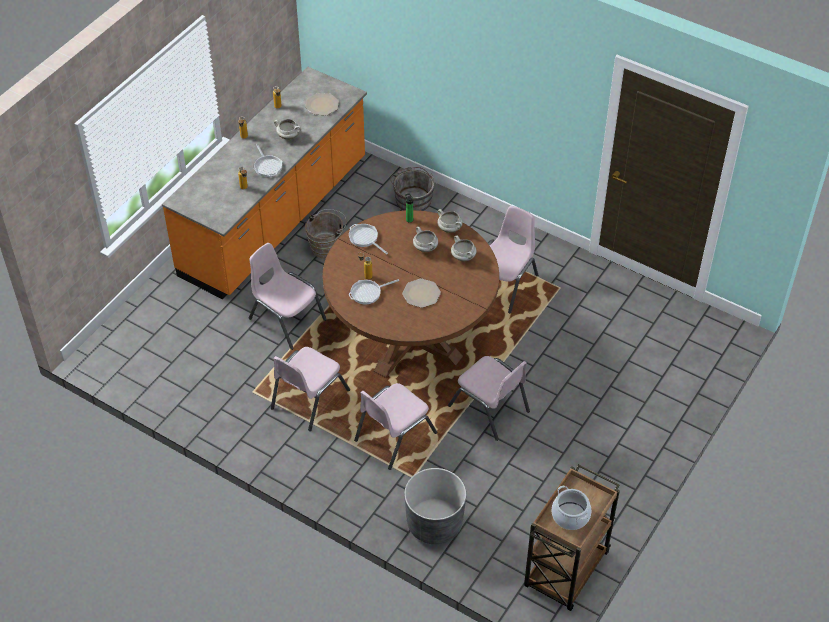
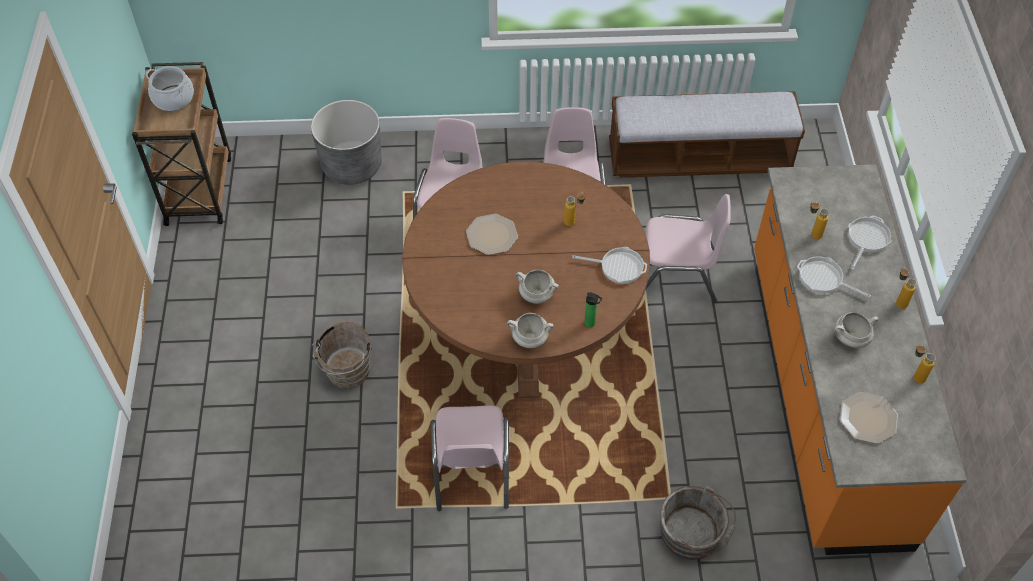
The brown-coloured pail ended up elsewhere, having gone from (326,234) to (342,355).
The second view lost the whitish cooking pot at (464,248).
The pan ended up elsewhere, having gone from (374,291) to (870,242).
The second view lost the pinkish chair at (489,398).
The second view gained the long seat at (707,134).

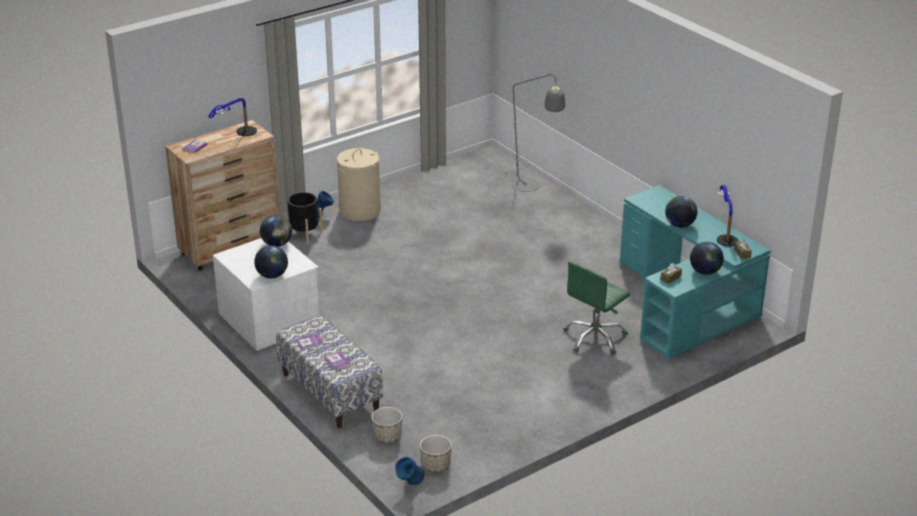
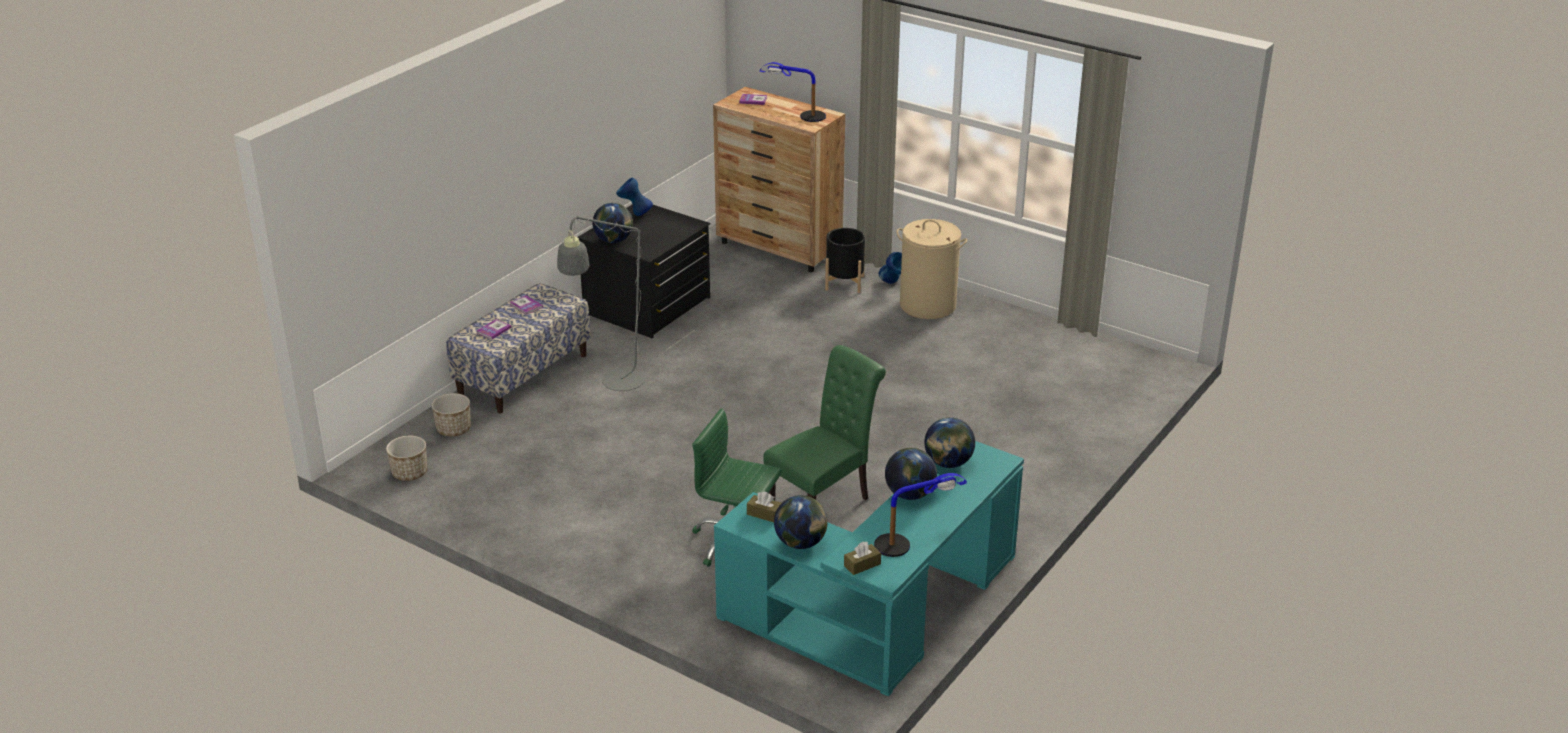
The greyish standing lamp ended up elsewhere, having gone from (523,132) to (626,303).
The globe ended up elsewhere, having gone from (276,231) to (949,442).
What was the whitish drawer chest at (266,294) turned into the blackish drawer chest at (644,271).
The blue decorative vase ended up elsewhere, having gone from (409,471) to (634,197).
The second view gained the green-coloured chair at (824,423).

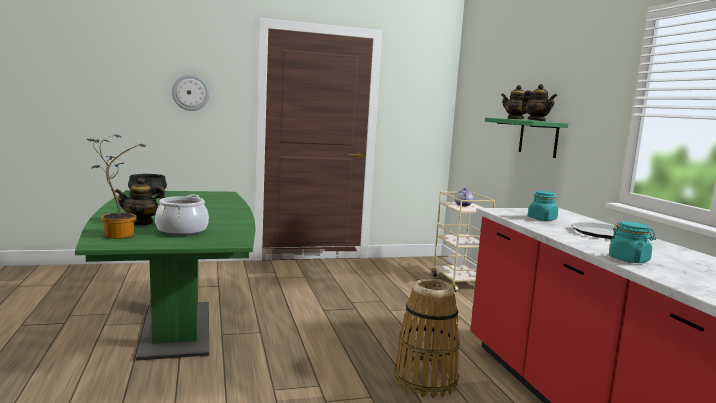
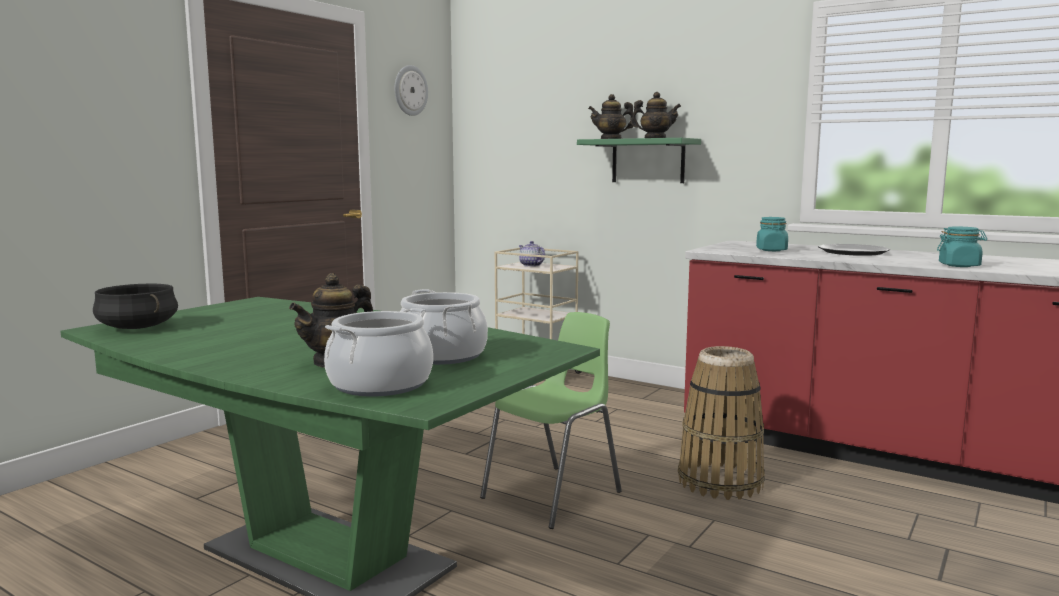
The wall clock ended up elsewhere, having gone from (190,92) to (411,90).
Where the potted plant stood at (117,187), the cooking pot came to stand at (378,352).
The second view gained the green-coloured chair at (551,420).

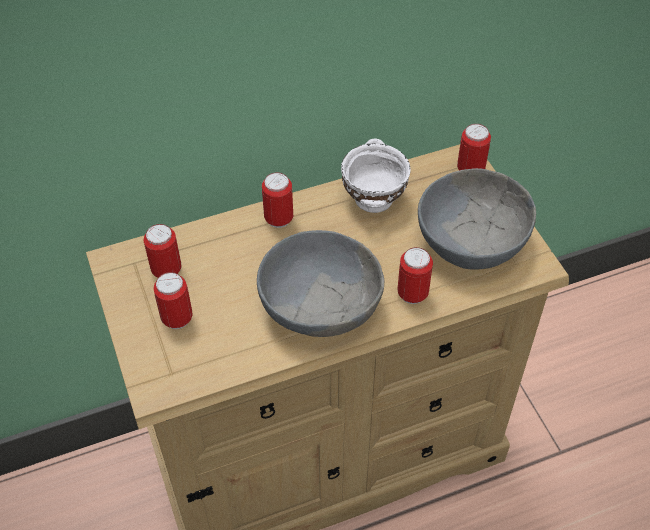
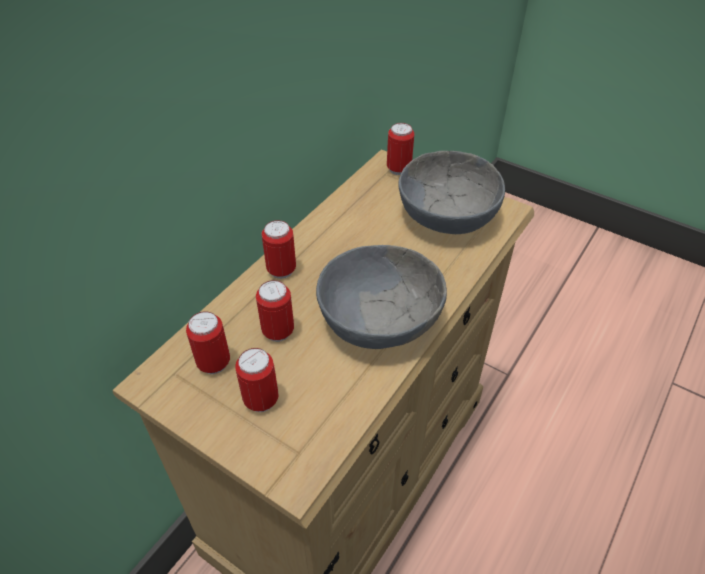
The second view lost the whitish serving bowl at (376,175).
The sealed can ended up elsewhere, having gone from (415,275) to (275,311).

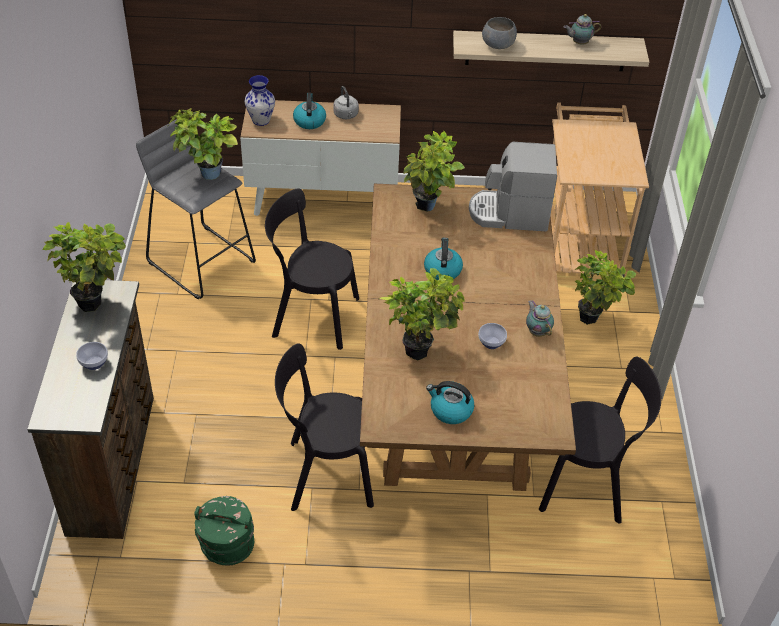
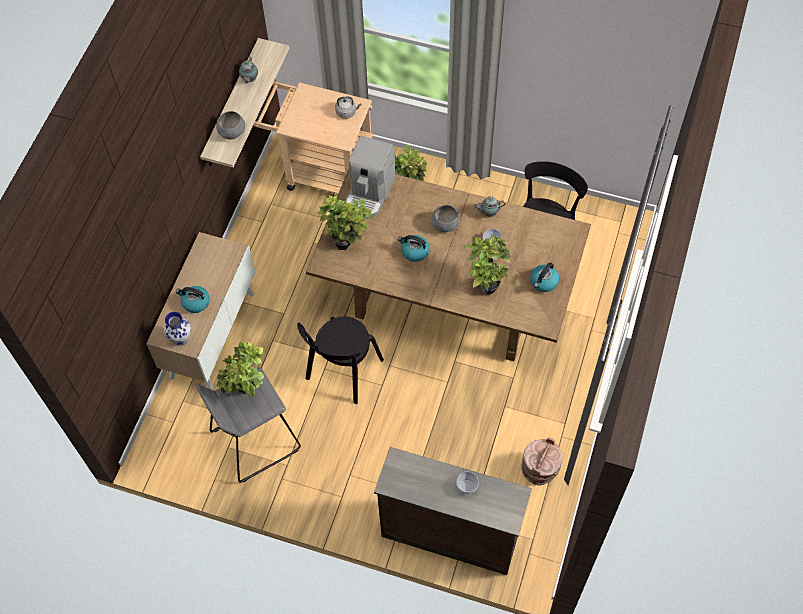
The greyish water kettle ended up elsewhere, having gone from (346,102) to (348,108).
The second view lost the potted plant at (84,267).
The second view lost the blackish chair at (324,427).
What was the green-coloured pail at (224,530) turned into the brown-coloured pail at (542,462).
The second view gained the greyish serving bowl at (446,218).

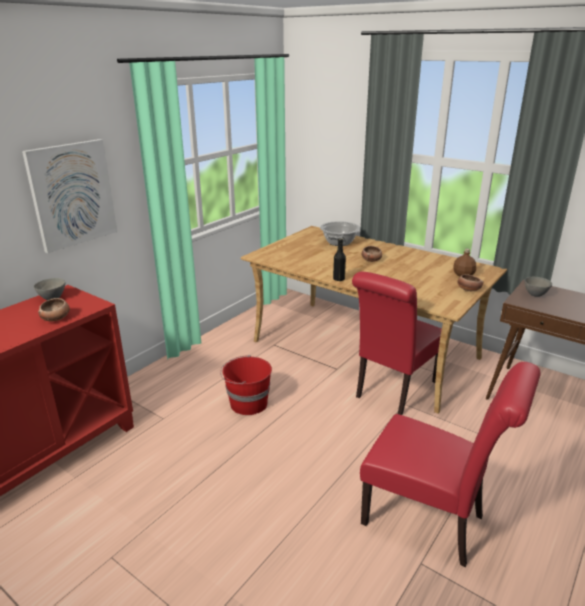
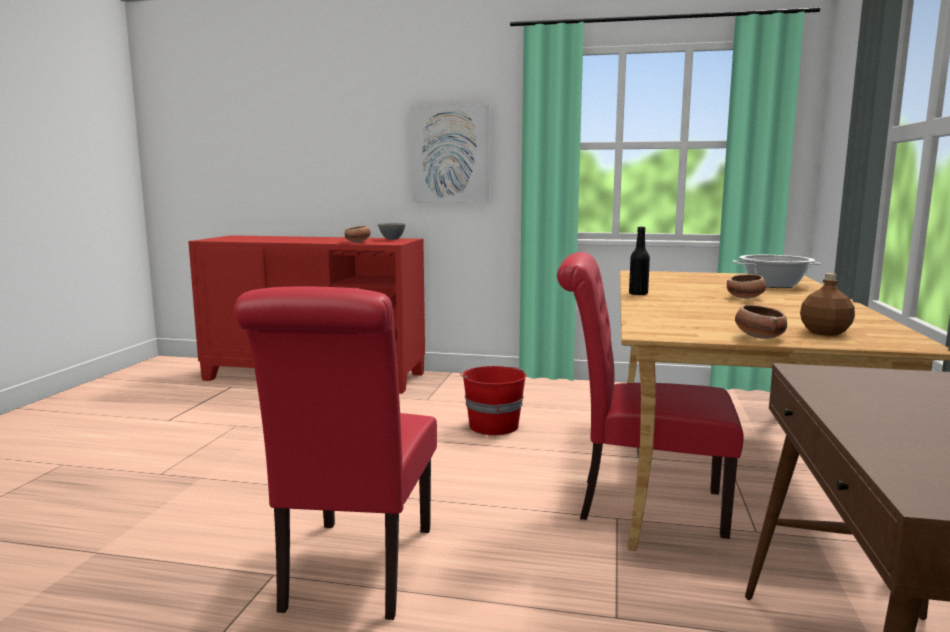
The second view lost the greyish serving bowl at (538,287).

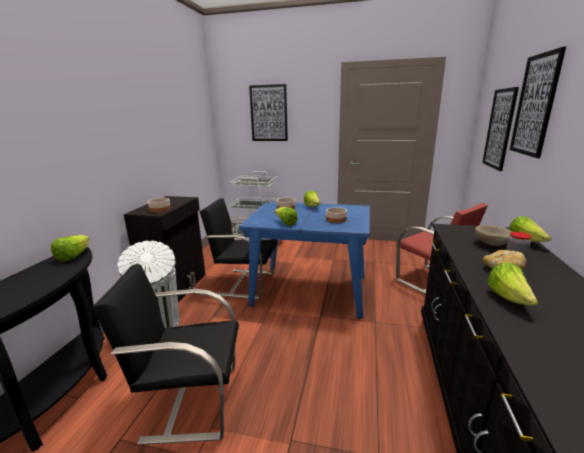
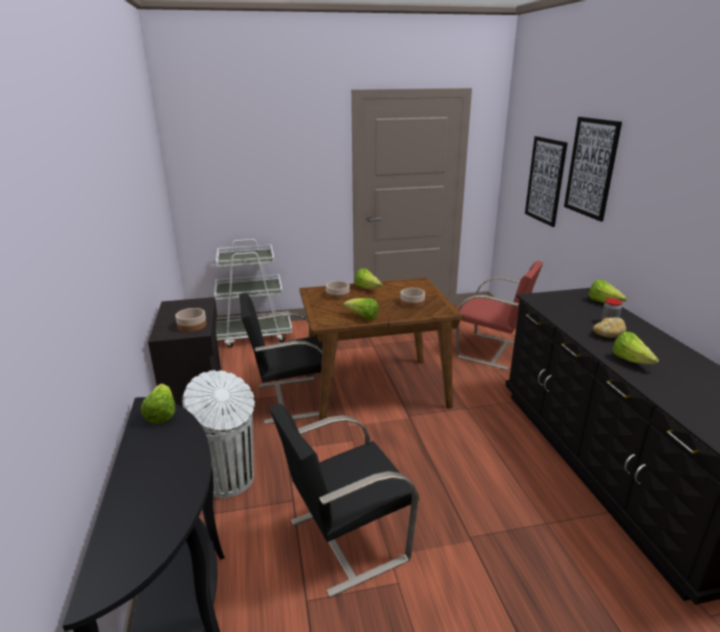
The second view lost the wall picture at (268,112).
What was the blue dinner table at (304,260) turned into the brown-coloured dinner table at (381,349).
The second view lost the beige serving bowl at (493,235).

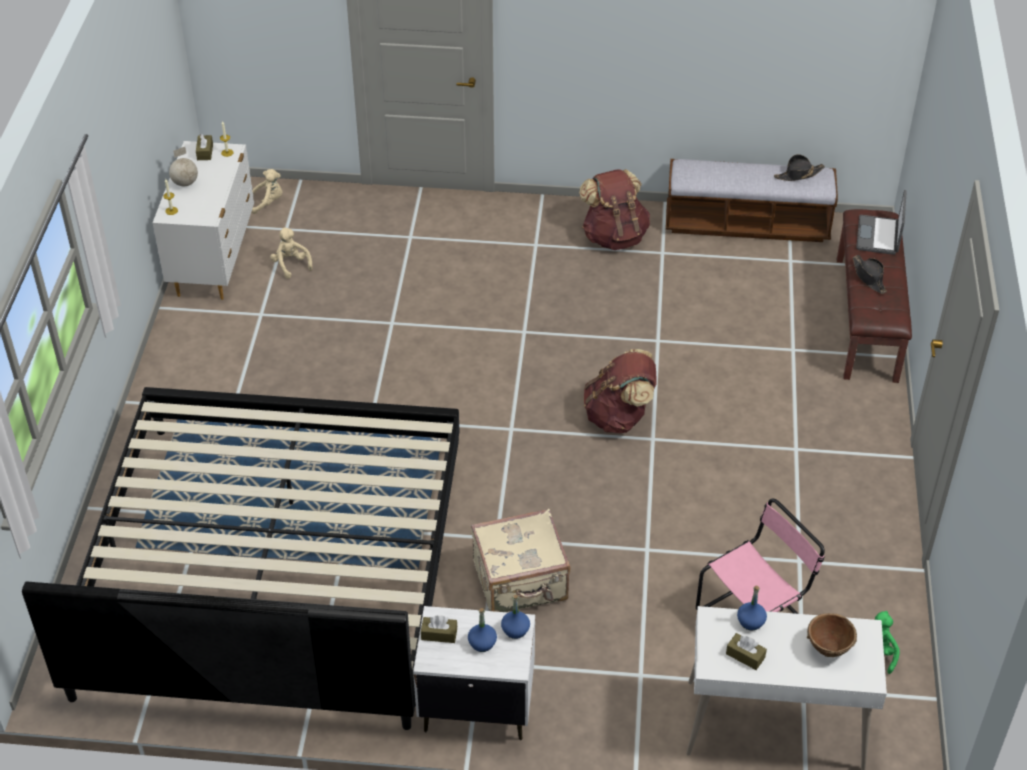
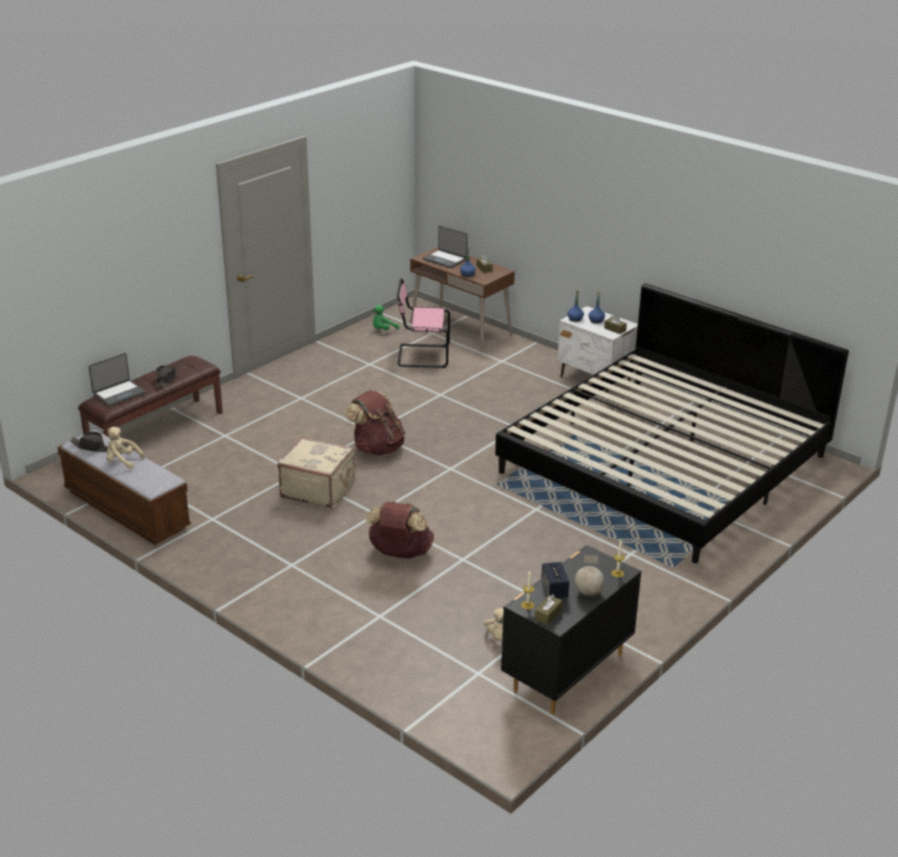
What was the whitish drawer chest at (203,220) turned into the blackish drawer chest at (571,630).
The beige soft toy ended up elsewhere, having gone from (267,191) to (125,448).
The brown-coloured rucksack ended up elsewhere, having gone from (614,209) to (400,530).
The beige travel case ended up elsewhere, having gone from (520,560) to (316,473).
What was the whitish desk unit at (786,688) turned into the brown-coloured desk unit at (462,299).
Where the brown-coloured serving bowl stood at (832,635), the laptop came to stand at (445,246).
The second view gained the audio speaker at (555,580).

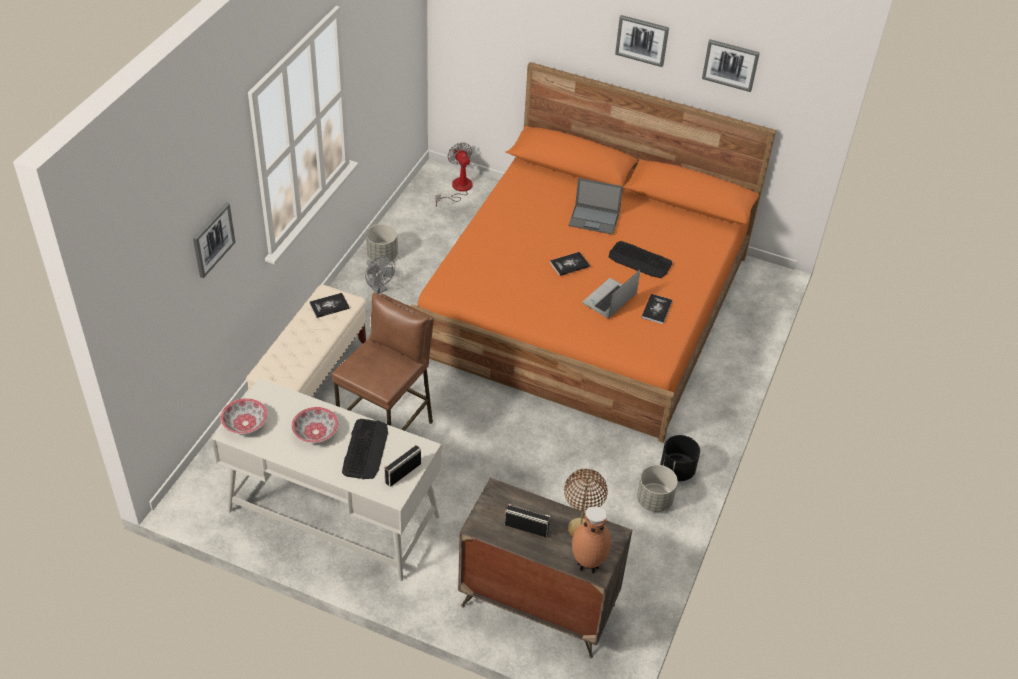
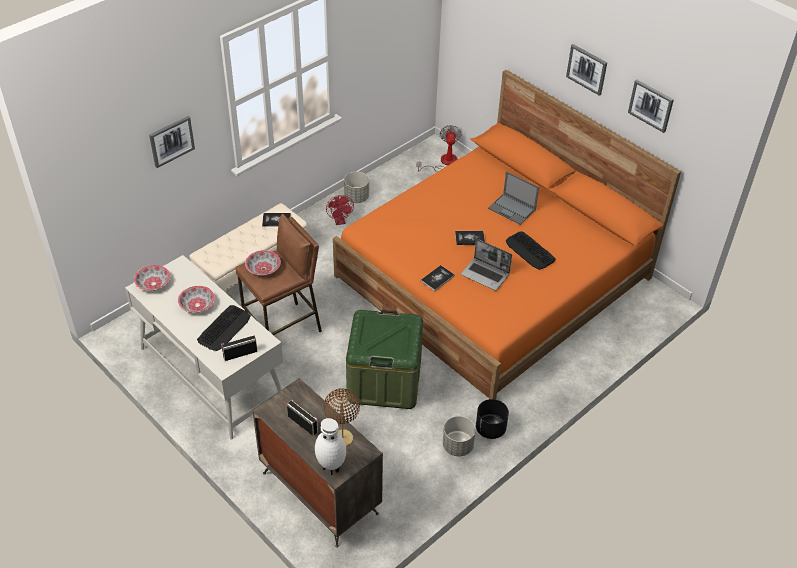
What was the greyish electric fan at (380,275) turned into the red-coloured electric fan at (340,210).
The laptop at (611,294) ended up facing another way, 120 degrees counterclockwise from before.
The book ended up elsewhere, having gone from (656,309) to (438,278).
What was the brown-coloured decorative vase at (591,540) turned into the whitish decorative vase at (330,446).
The second view gained the serving bowl at (263,263).
The second view gained the green-coloured storage bin at (384,359).

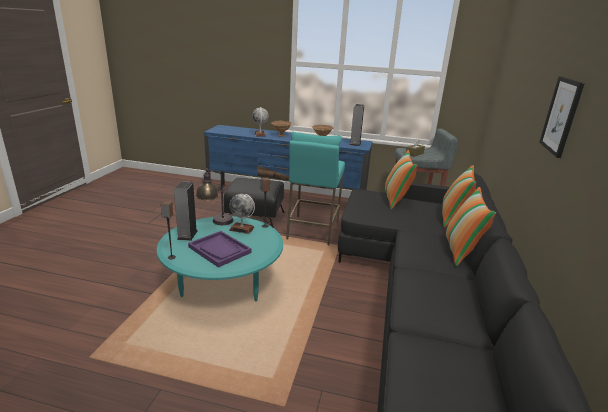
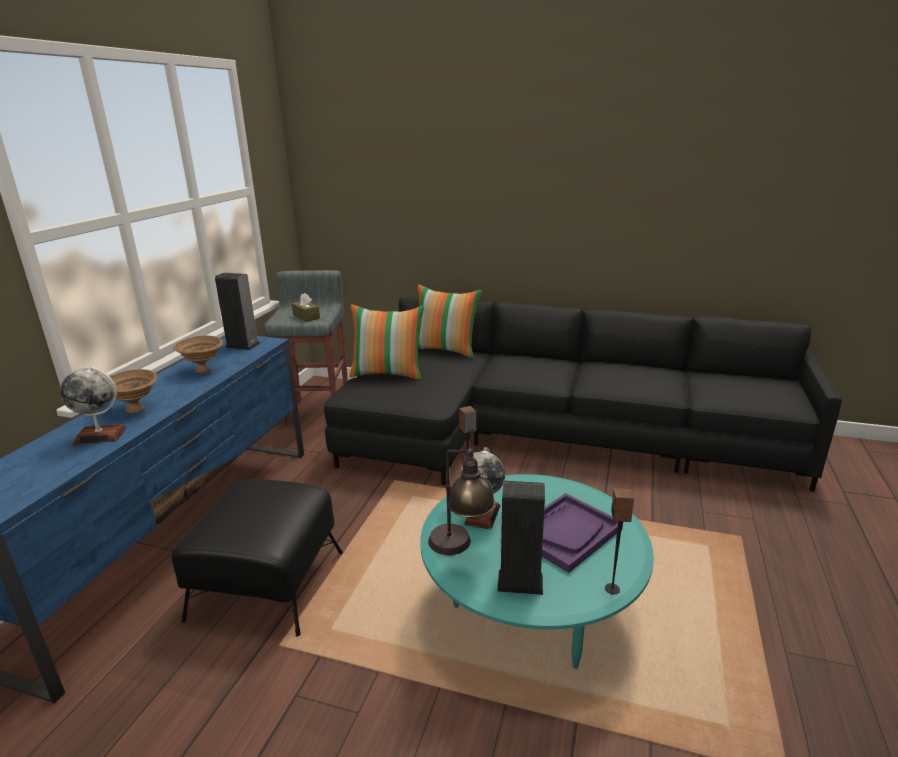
The second view lost the wall picture at (562,117).
The second view lost the turquoise sitting stool at (315,188).
The second view lost the pillow at (471,227).

